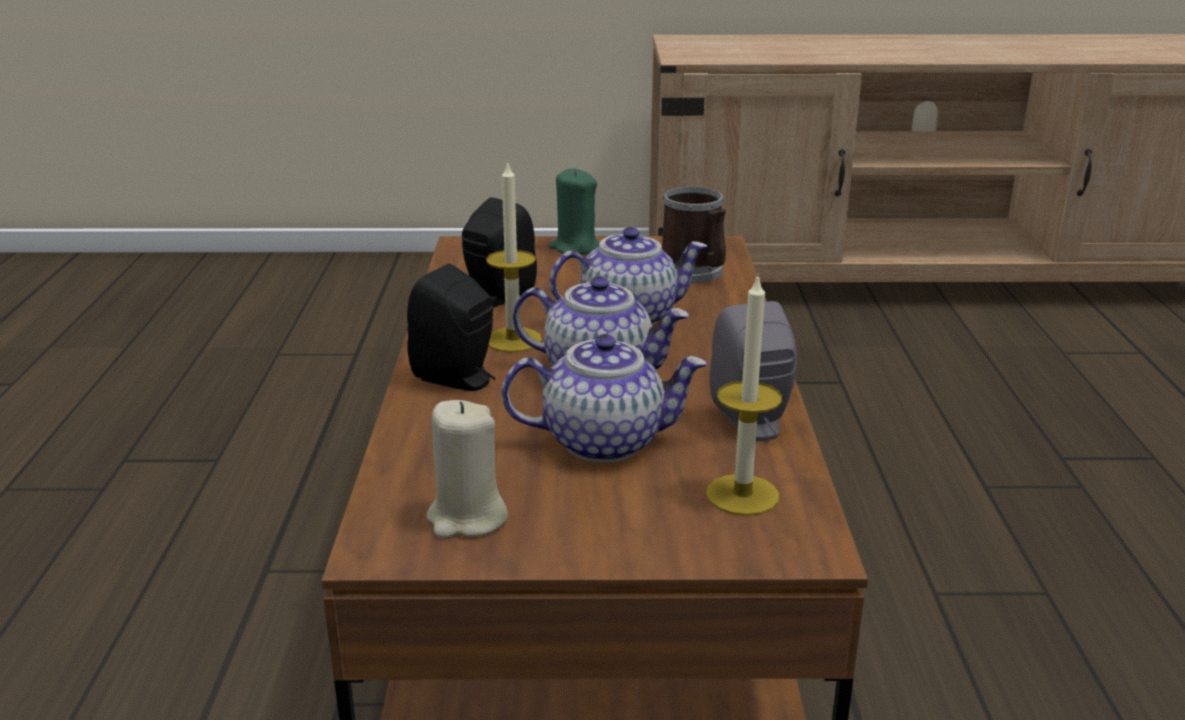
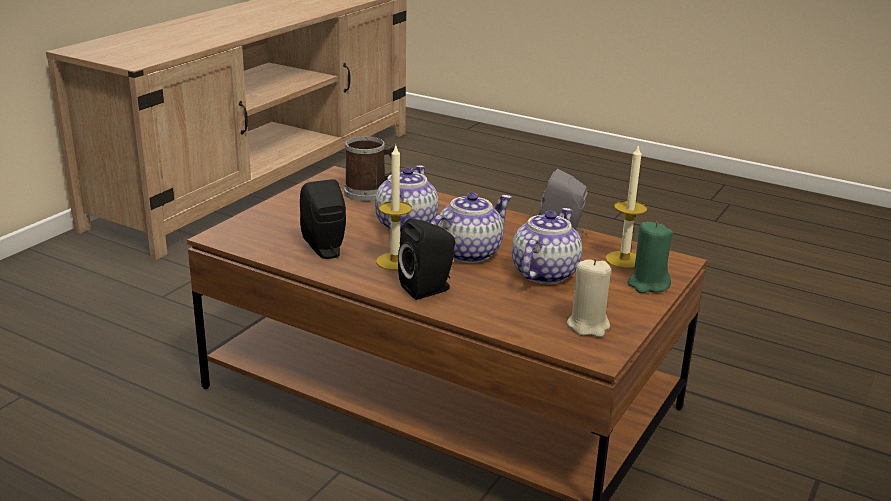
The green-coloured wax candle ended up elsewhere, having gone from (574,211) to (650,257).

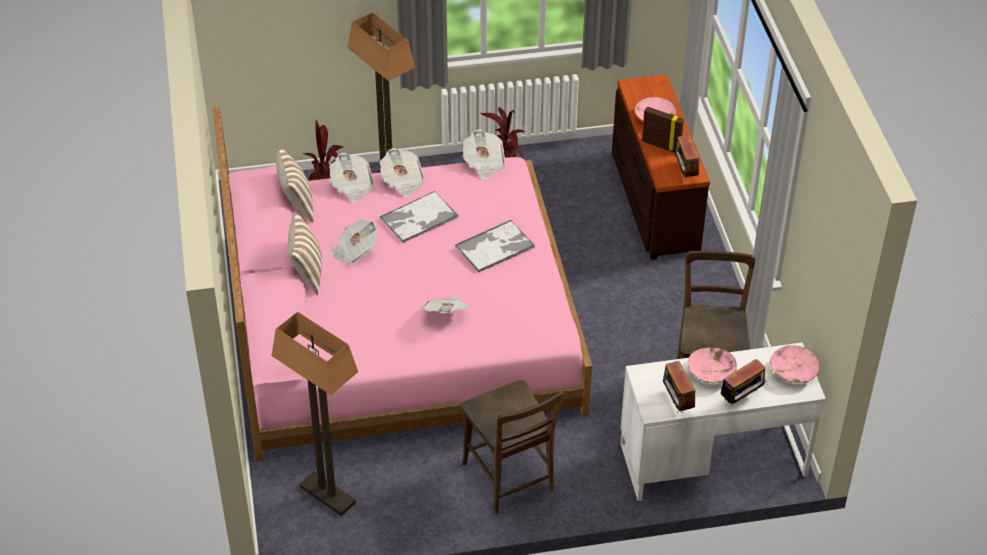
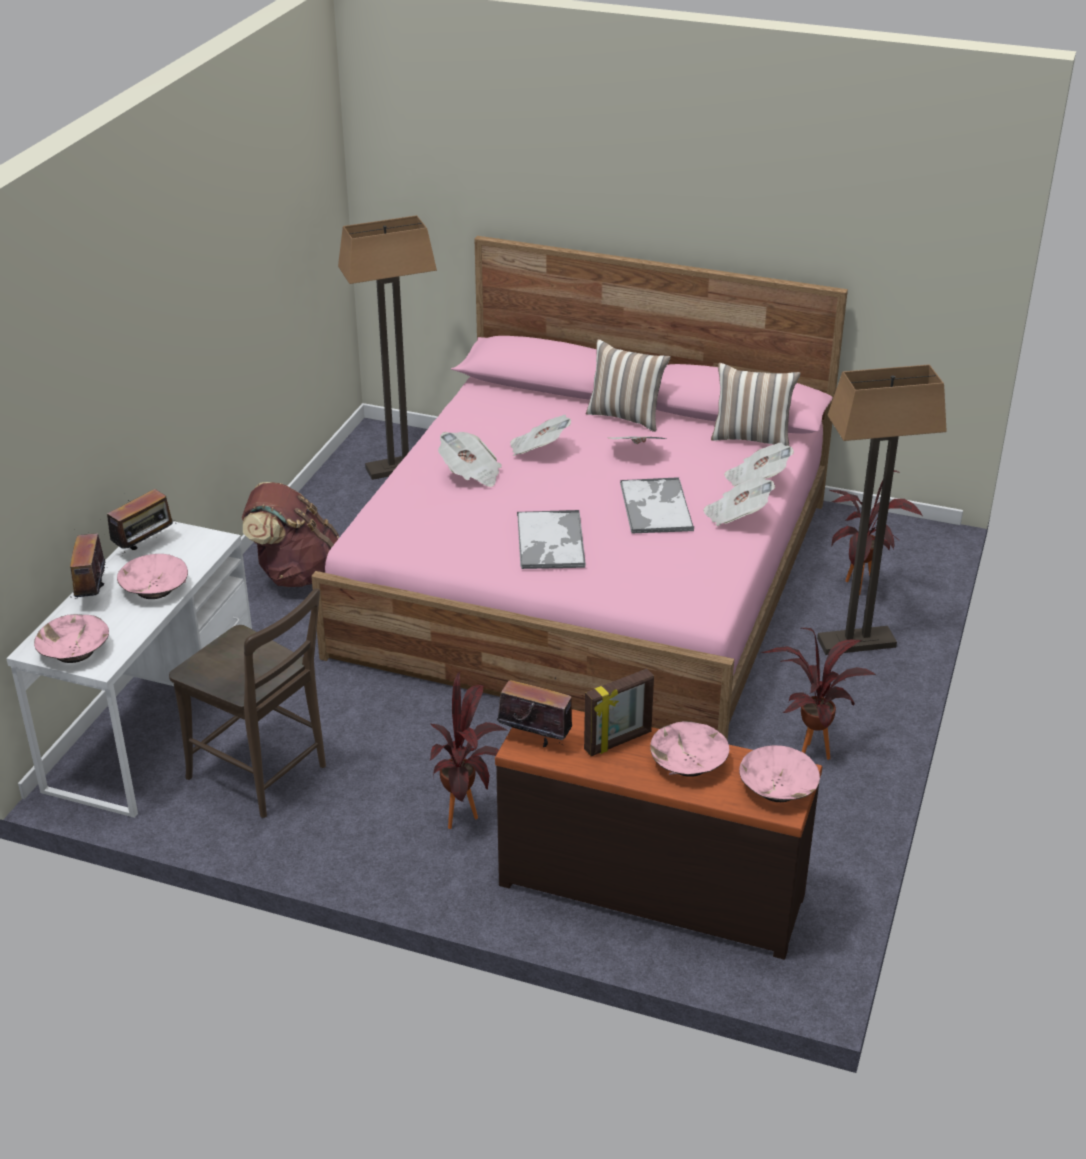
The newspaper ended up elsewhere, having gone from (484,154) to (540,435).
The radio set at (679,387) ended up facing another way, 120 degrees clockwise from before.
Where the brown-coloured chair stood at (512,446), the brown-coloured rucksack came to stand at (290,534).
The second view gained the potted plant at (468,750).
The second view gained the pinkish serving bowl at (779,773).

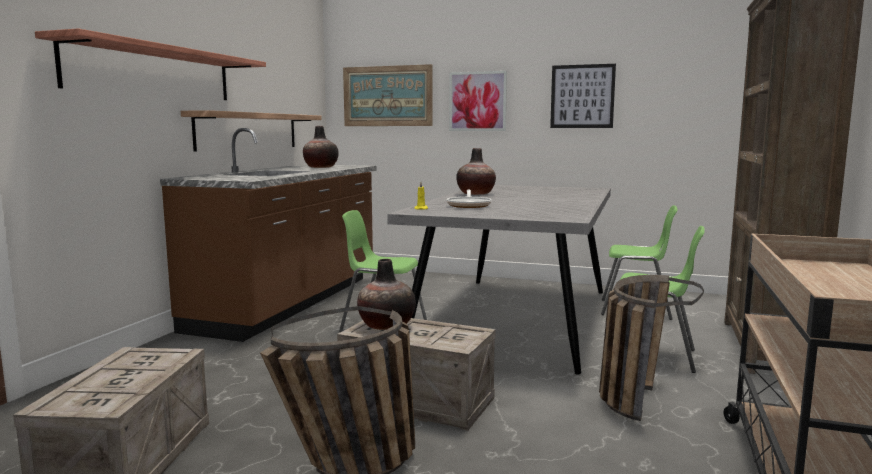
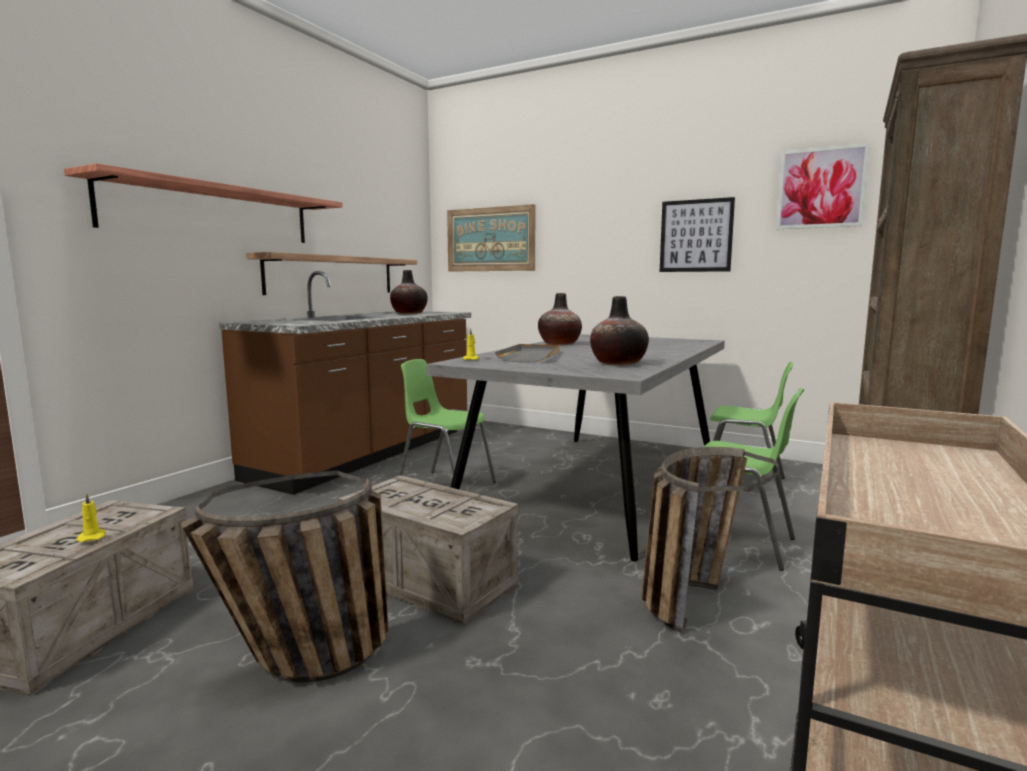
The wall picture ended up elsewhere, having gone from (478,101) to (823,186).
Where the pan stood at (469,198), the greyish carrying tray came to stand at (527,353).
The decorative vase ended up elsewhere, having gone from (386,294) to (619,330).
The second view gained the yellowish wax candle at (91,517).

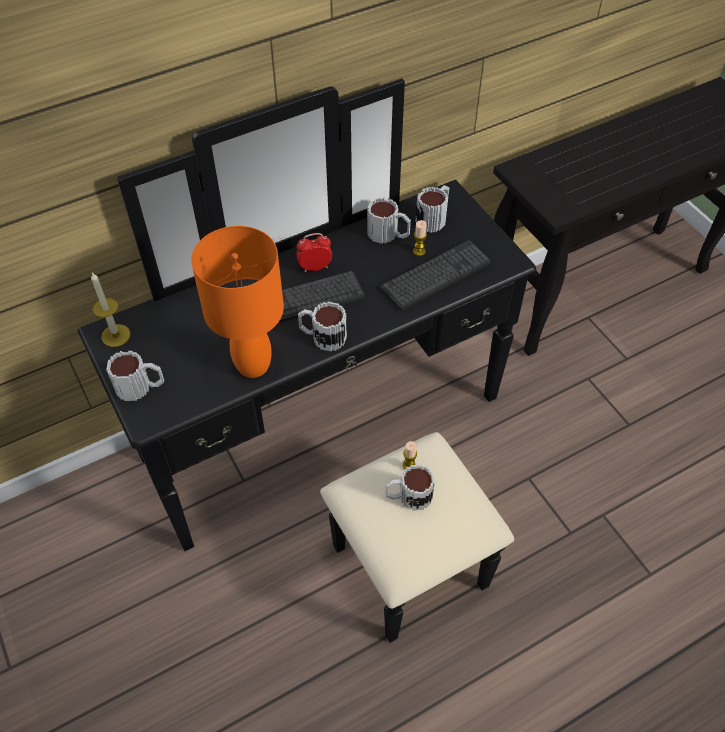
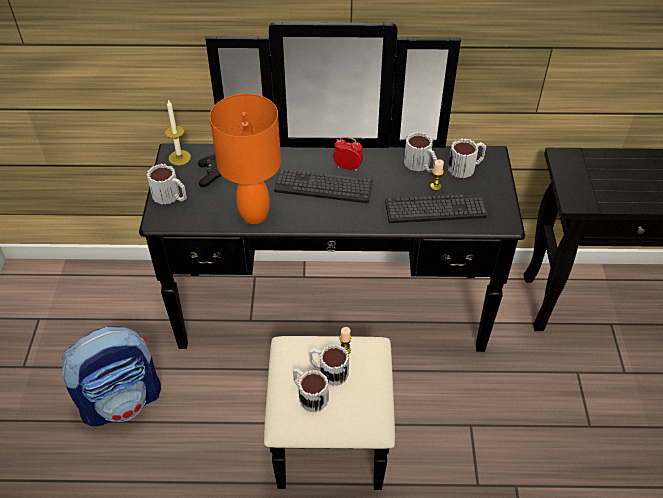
The mug ended up elsewhere, having gone from (322,326) to (310,391).
The second view gained the blackish joypad at (210,170).
The second view gained the rucksack at (111,376).

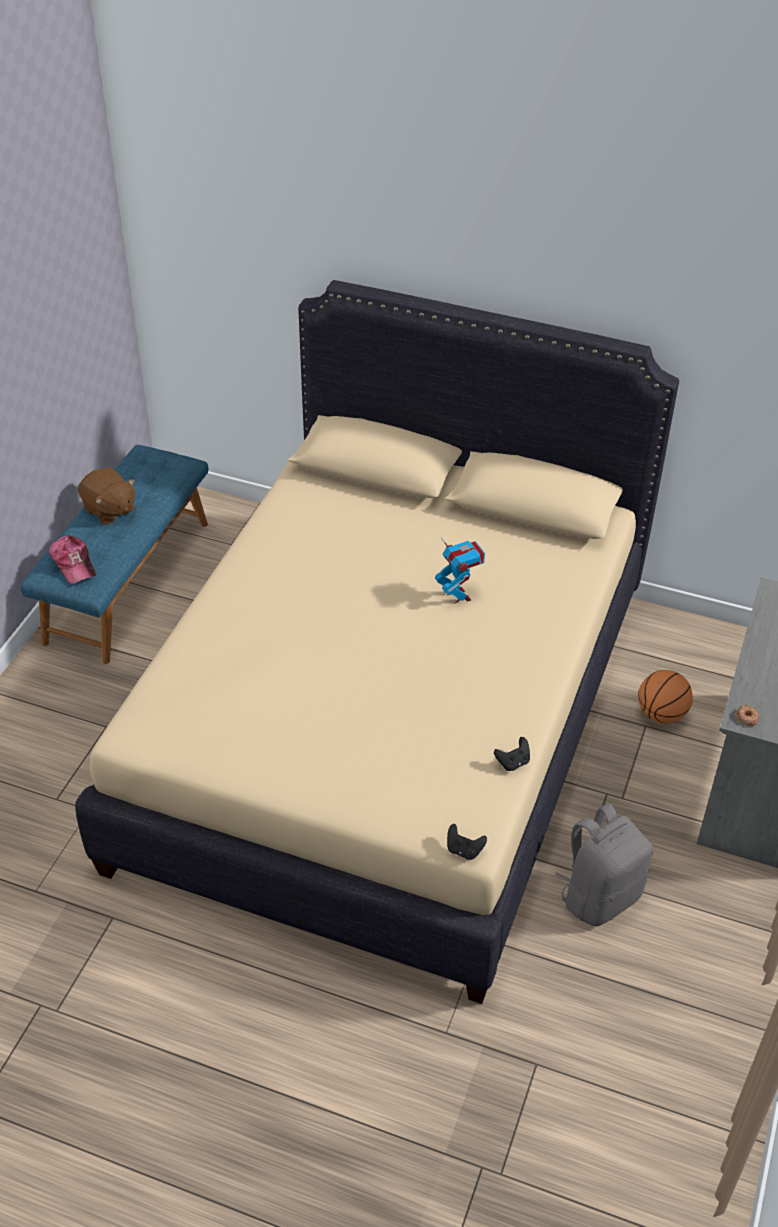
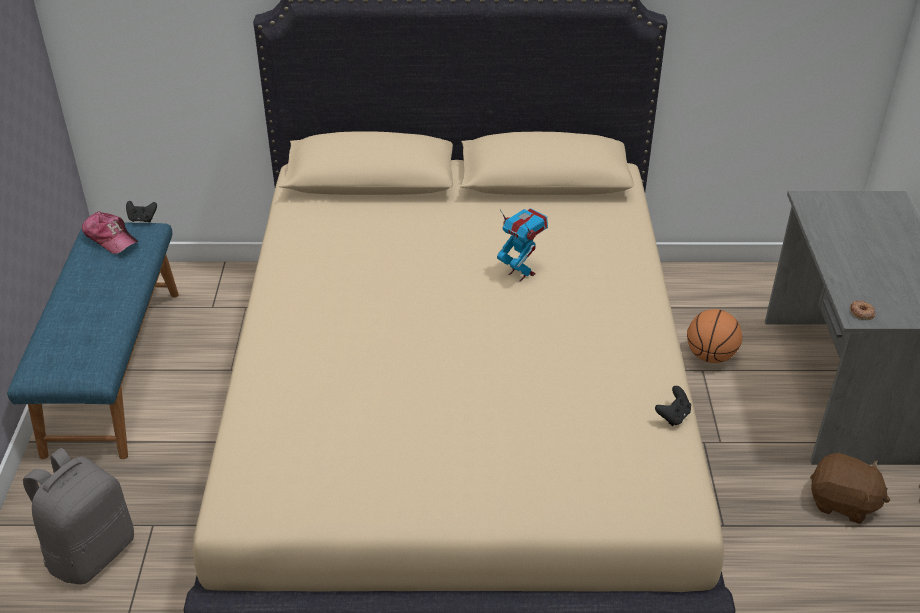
The brown-coloured soft toy ended up elsewhere, having gone from (106,496) to (850,488).
The peaked cap ended up elsewhere, having gone from (72,559) to (110,233).
The greyish rucksack ended up elsewhere, having gone from (604,864) to (78,516).
The blackish joypad ended up elsewhere, having gone from (467,842) to (141,211).

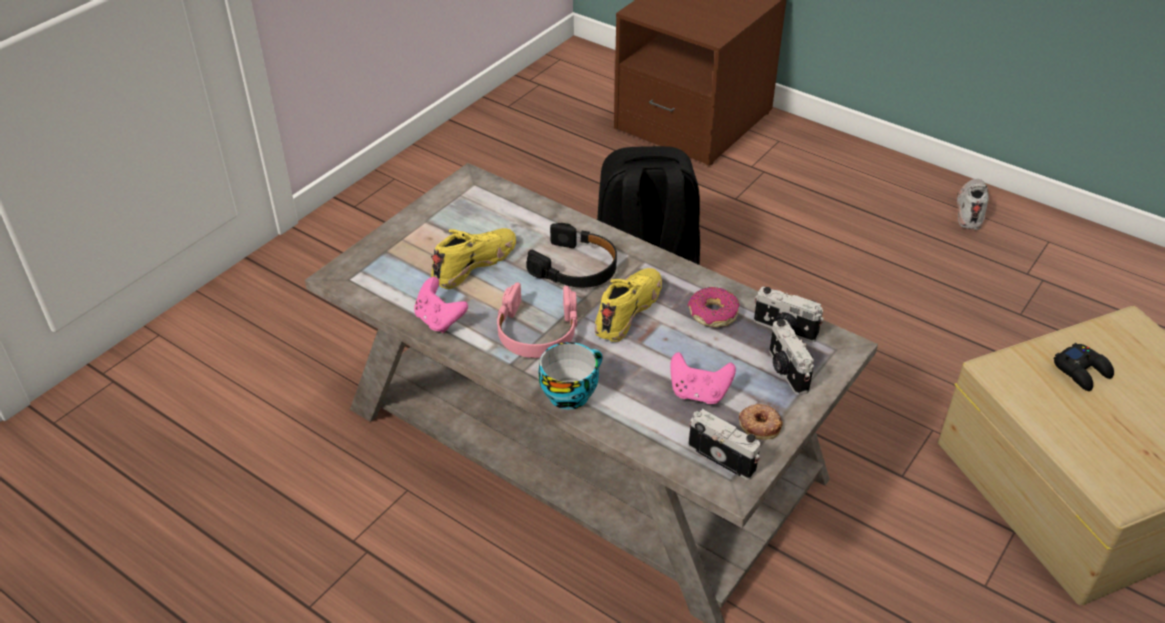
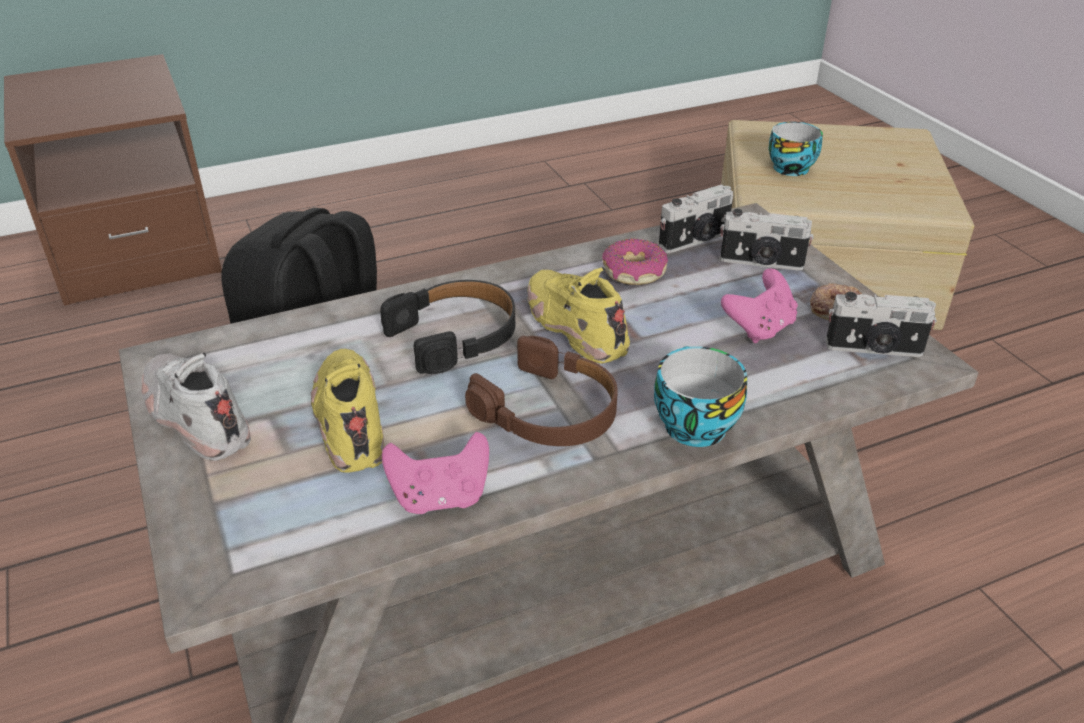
The whitish low shoe ended up elsewhere, having gone from (973,204) to (196,407).
What was the pinkish headphones at (536,320) turned into the brown-coloured headphones at (541,391).
Where the blackish joypad stood at (1084,367), the cup came to stand at (795,149).
The photo camera at (724,444) ended up facing another way, 150 degrees counterclockwise from before.

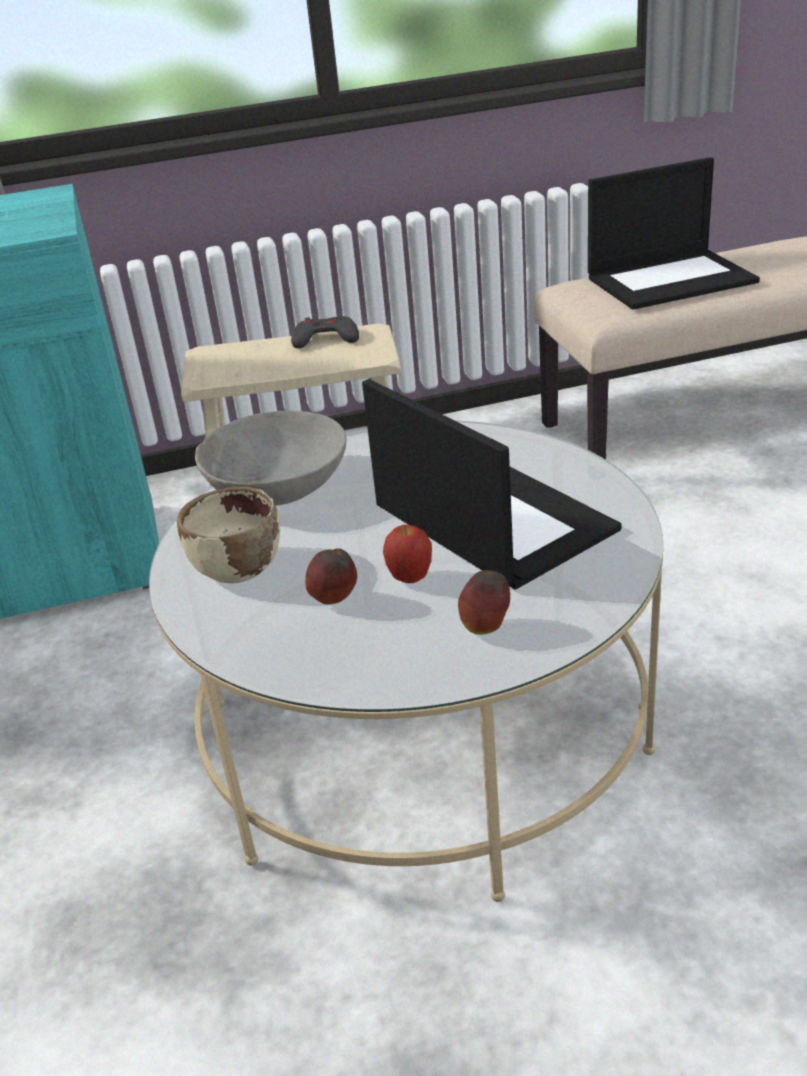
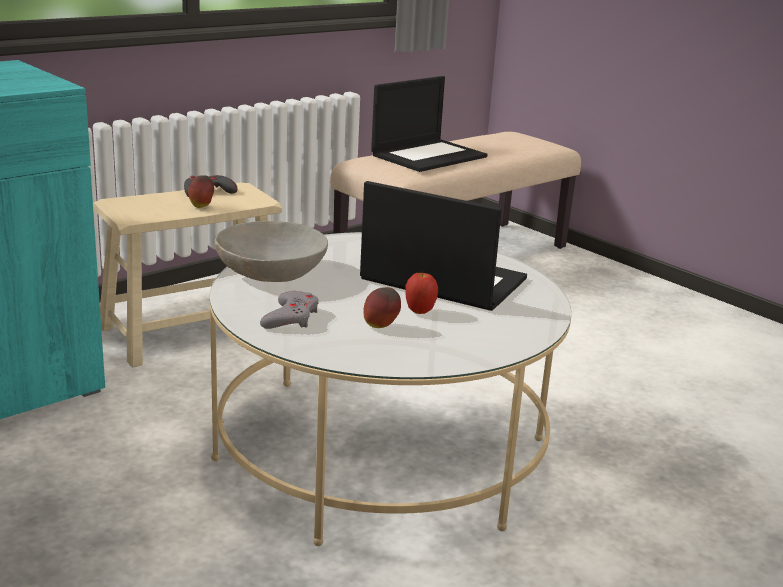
Where the beige serving bowl stood at (228,535), the greyish joypad came to stand at (289,310).
The apple ended up elsewhere, having gone from (484,602) to (201,191).

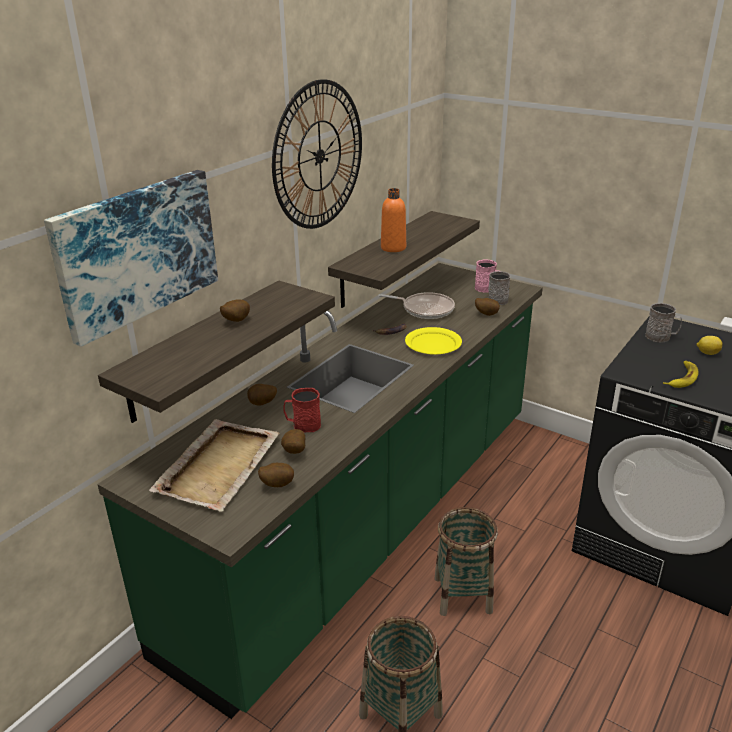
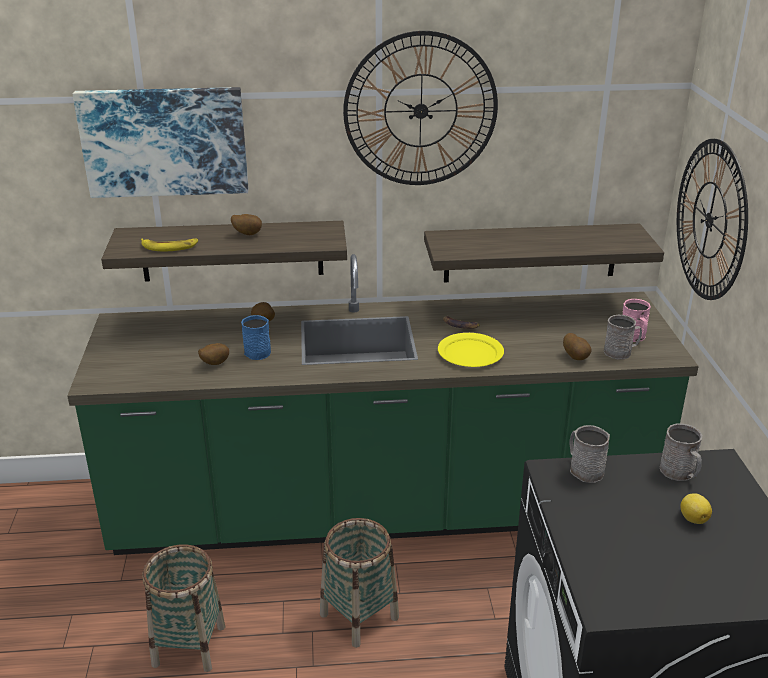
The second view lost the orange-coloured drink bottle at (393,220).
The second view lost the pan at (416,305).
The banana ended up elsewhere, having gone from (681,374) to (169,244).
What was the red-coloured mug at (302,410) turned into the blue mug at (256,337).
The second view lost the beige carrying tray at (214,465).
The second view lost the whole potato at (276,475).
The second view gained the wall clock at (712,219).
The second view gained the greyish mug at (589,454).

